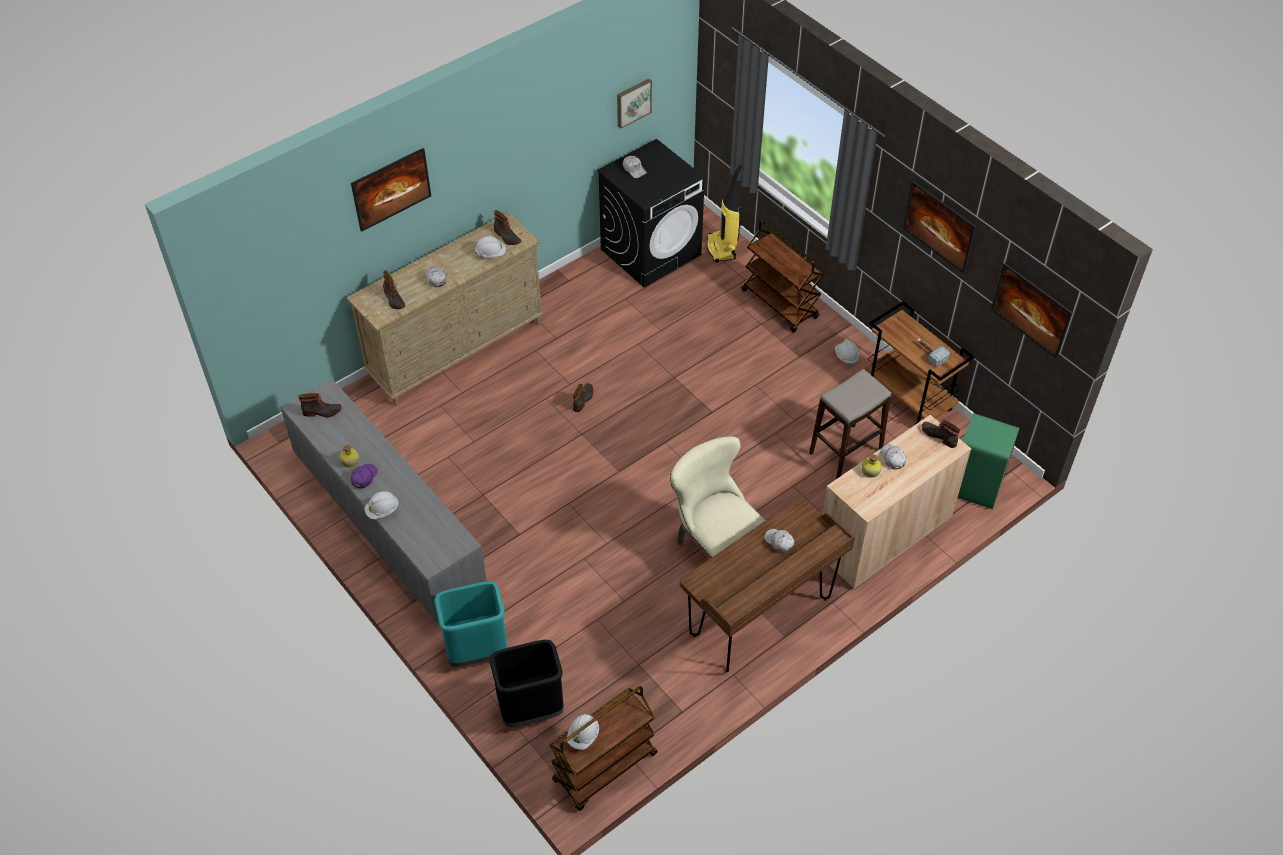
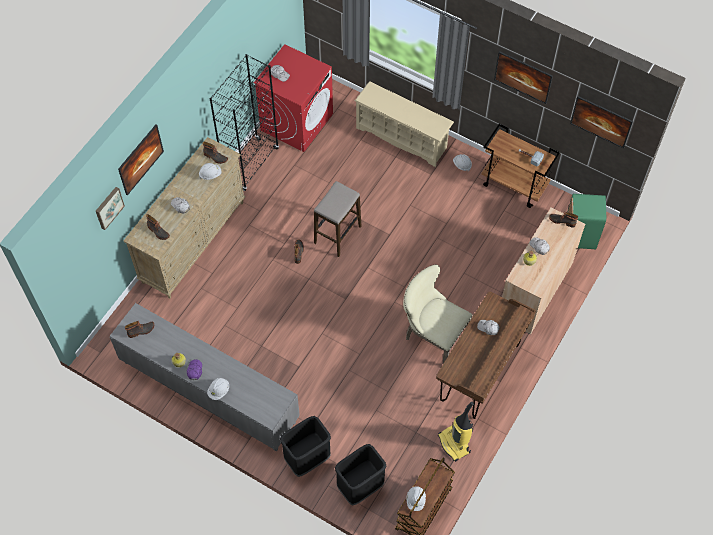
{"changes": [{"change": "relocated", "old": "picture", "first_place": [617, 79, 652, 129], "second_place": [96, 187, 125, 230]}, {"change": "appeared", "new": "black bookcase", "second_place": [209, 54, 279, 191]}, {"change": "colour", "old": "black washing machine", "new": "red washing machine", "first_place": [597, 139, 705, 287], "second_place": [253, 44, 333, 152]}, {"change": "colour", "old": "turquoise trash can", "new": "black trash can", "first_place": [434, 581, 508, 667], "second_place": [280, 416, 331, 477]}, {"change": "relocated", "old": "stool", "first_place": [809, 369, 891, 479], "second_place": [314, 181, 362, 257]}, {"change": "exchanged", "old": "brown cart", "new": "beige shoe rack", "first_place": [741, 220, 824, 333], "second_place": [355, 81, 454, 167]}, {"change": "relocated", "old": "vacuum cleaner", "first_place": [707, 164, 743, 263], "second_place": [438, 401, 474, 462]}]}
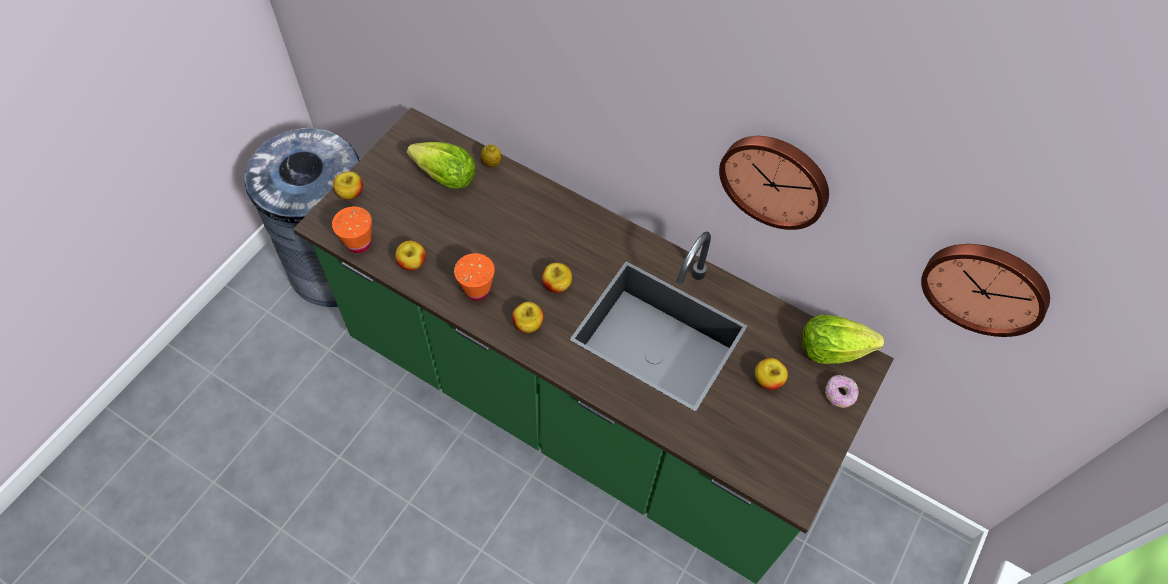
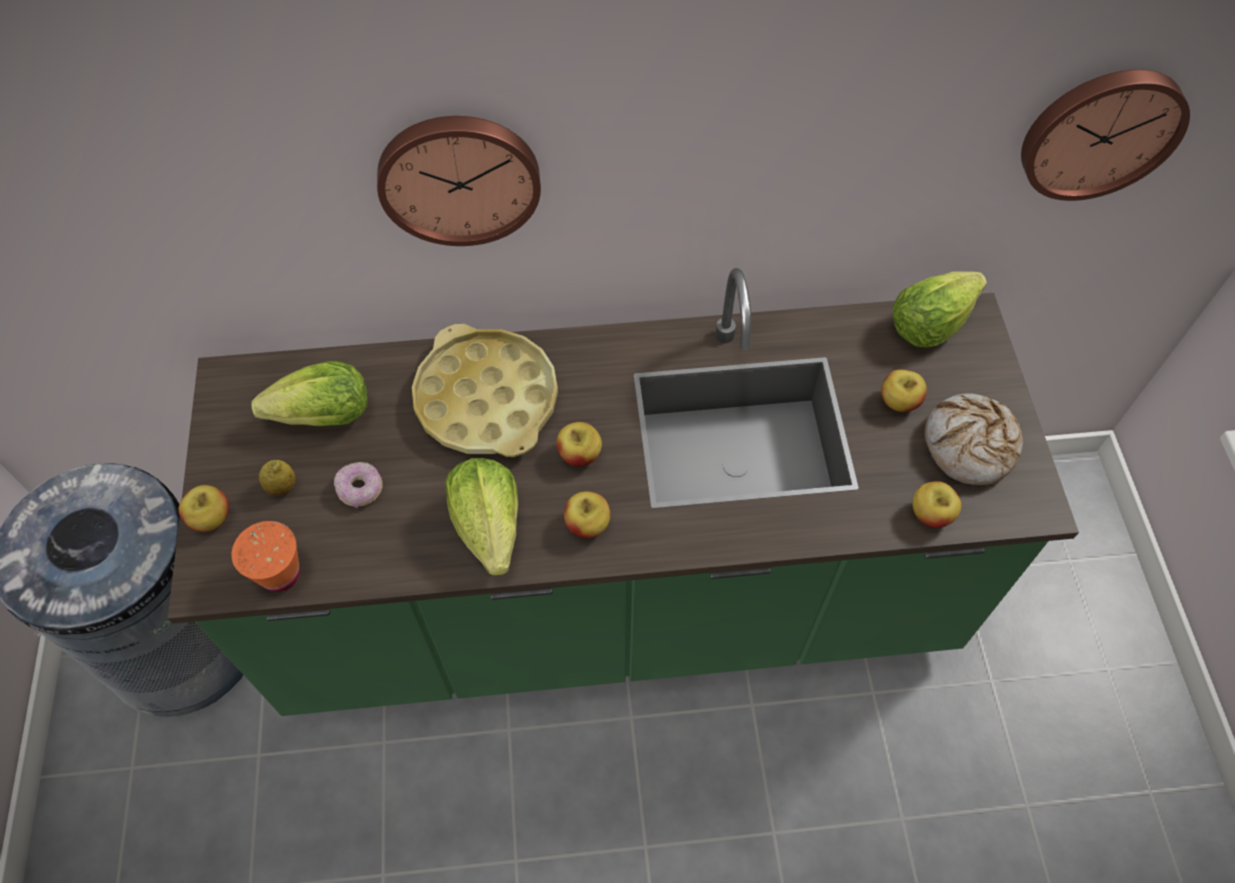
{"changes": [{"change": "relocated", "old": "lemon", "first_place": [480, 144, 501, 168], "second_place": [259, 460, 296, 496]}, {"change": "relocated", "old": "donut", "first_place": [825, 375, 859, 408], "second_place": [334, 462, 383, 508]}, {"change": "relocated", "old": "wall clock", "first_place": [719, 136, 829, 230], "second_place": [377, 116, 541, 246]}, {"change": "appeared", "new": "yellow tray", "second_place": [412, 324, 558, 457]}, {"change": "exchanged", "old": "orange cup", "new": "lettuce", "first_place": [454, 253, 495, 301], "second_place": [445, 458, 518, 576]}, {"change": "relocated", "old": "apple", "first_place": [395, 241, 426, 271], "second_place": [912, 481, 961, 528]}, {"change": "appeared", "new": "bread", "second_place": [925, 393, 1023, 485]}]}
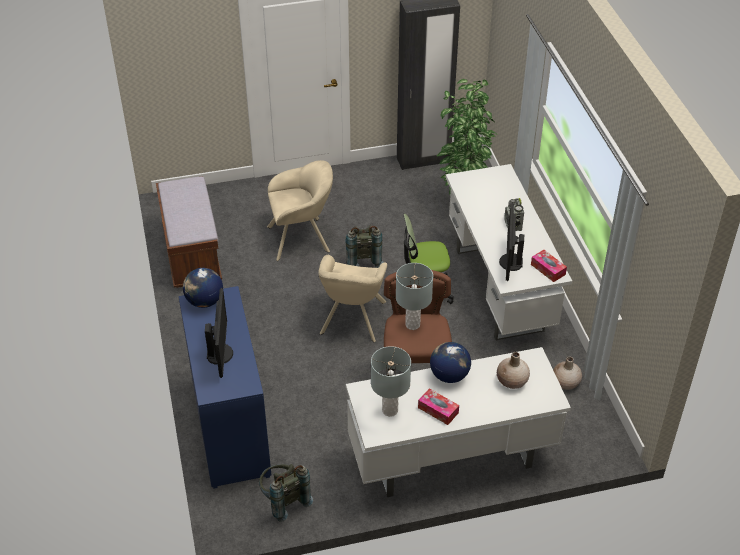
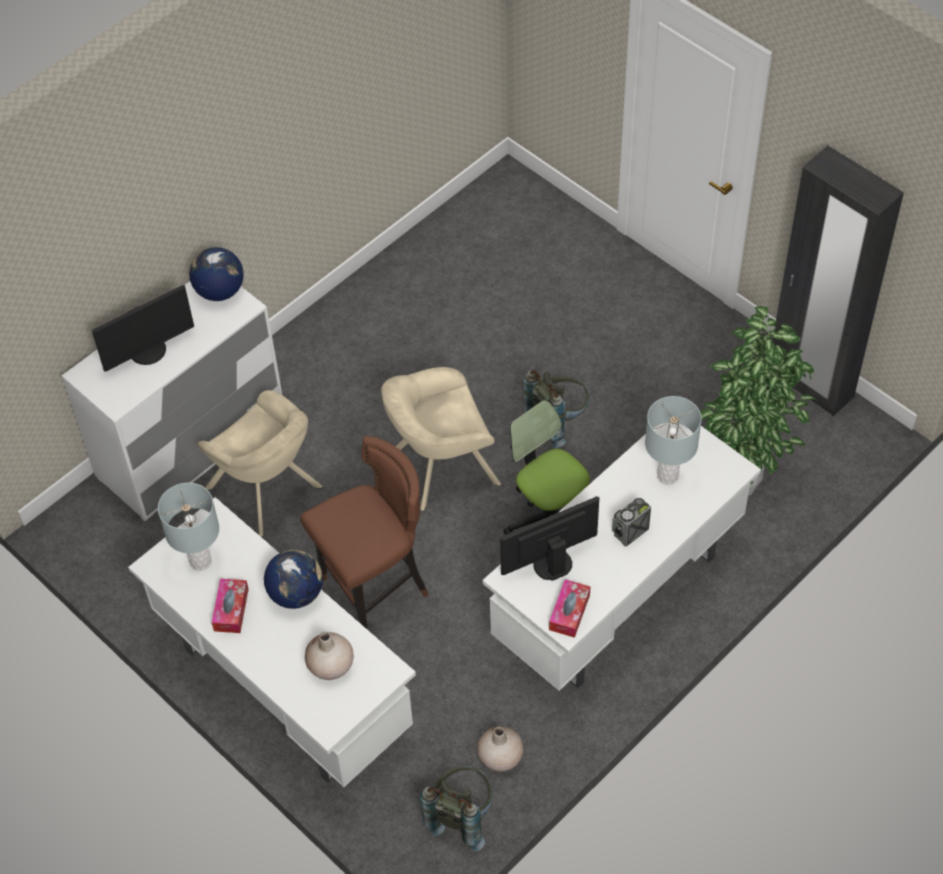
{"changes": [{"change": "colour", "old": "blue dresser", "new": "white dresser", "first_place": [179, 286, 271, 489], "second_place": [62, 281, 282, 521]}, {"change": "relocated", "old": "beige armchair", "first_place": [267, 160, 333, 261], "second_place": [197, 390, 323, 537]}, {"change": "relocated", "old": "grey backpack", "first_place": [259, 464, 313, 522], "second_place": [420, 766, 493, 852]}, {"change": "relocated", "old": "grey table lamp", "first_place": [396, 263, 433, 330], "second_place": [645, 396, 702, 485]}, {"change": "missing", "old": "brown bench", "first_place": [156, 176, 222, 288]}]}
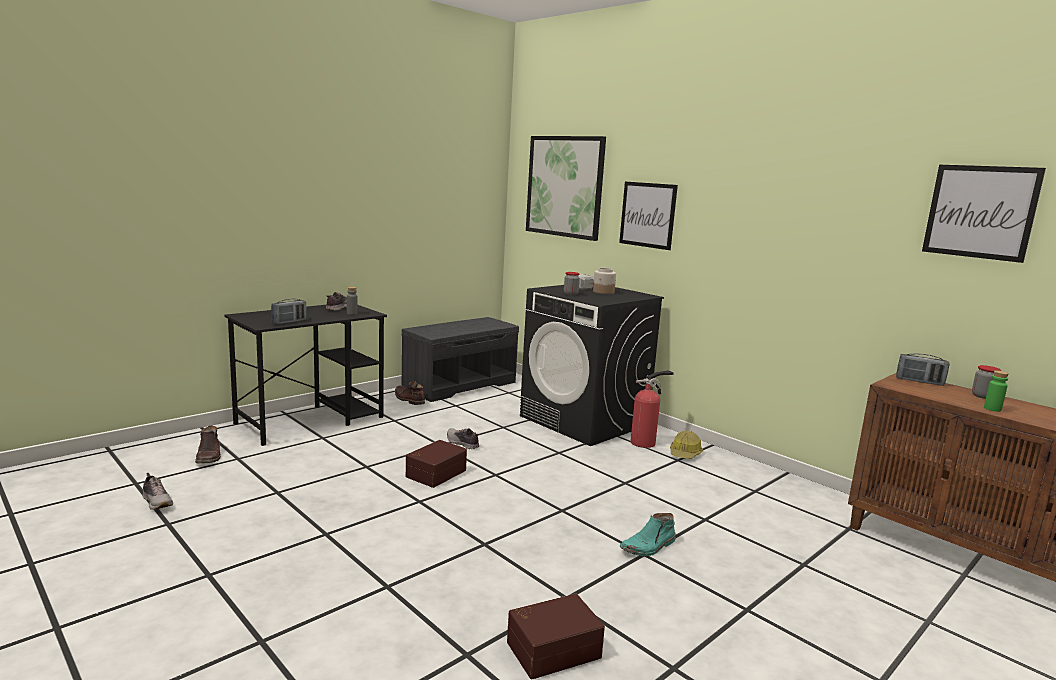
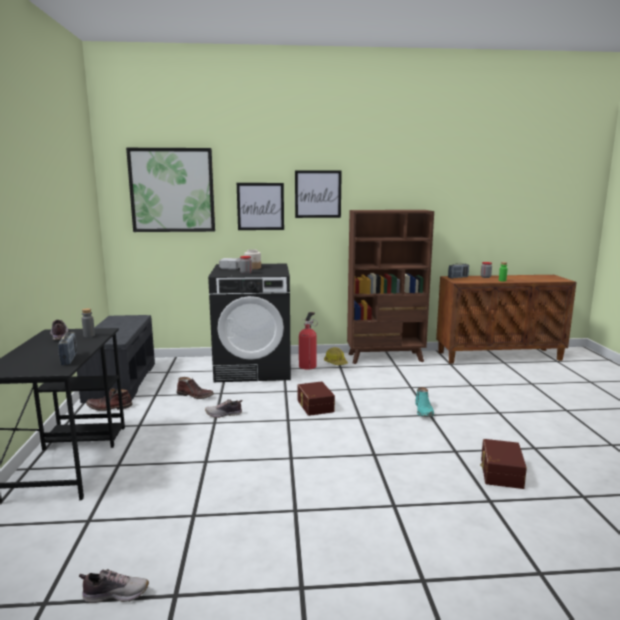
{"changes": [{"change": "relocated", "old": "brown boot", "first_place": [195, 426, 221, 464], "second_place": [177, 377, 214, 399]}, {"change": "relocated", "old": "picture", "first_place": [922, 165, 1046, 263], "second_place": [295, 170, 342, 218]}, {"change": "relocated", "old": "brown storage box", "first_place": [406, 440, 467, 488], "second_place": [297, 381, 335, 416]}, {"change": "appeared", "new": "brown bookcase", "second_place": [347, 210, 434, 364]}]}
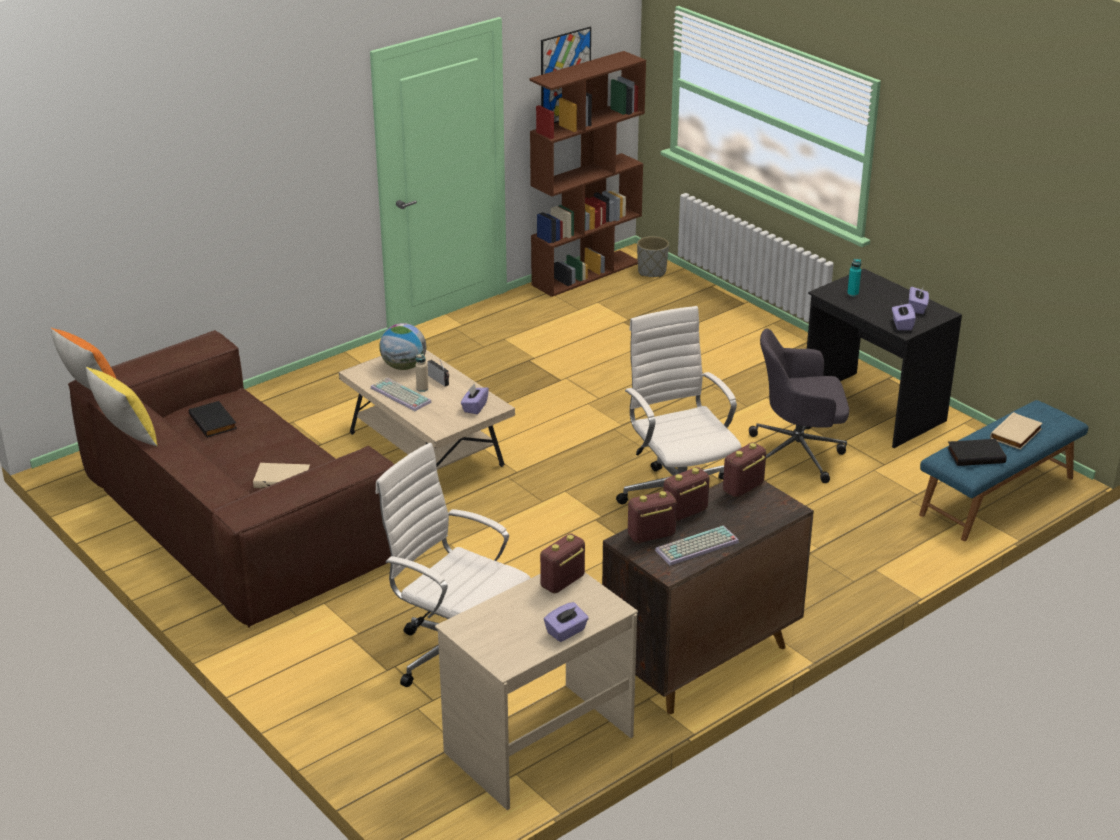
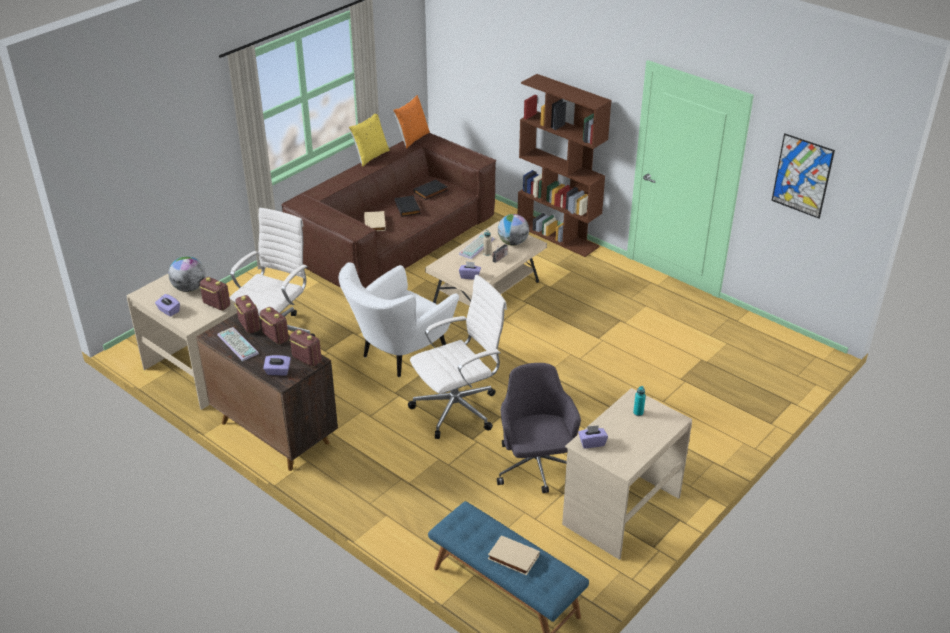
{"changes": [{"change": "appeared", "new": "globe", "second_place": [168, 256, 205, 292]}, {"change": "relocated", "old": "purple tissue box", "first_place": [909, 287, 929, 314], "second_place": [263, 355, 291, 376]}, {"change": "appeared", "new": "white armchair", "second_place": [339, 262, 459, 377]}, {"change": "relocated", "old": "black book", "first_place": [947, 439, 1007, 466], "second_place": [394, 195, 421, 217]}, {"change": "relocated", "old": "brown bookcase", "first_place": [529, 51, 646, 297], "second_place": [518, 74, 611, 257]}, {"change": "colour", "old": "black desk", "new": "beige desk", "first_place": [807, 269, 962, 448], "second_place": [562, 388, 692, 560]}, {"change": "missing", "old": "grey planter", "first_place": [637, 236, 669, 277]}]}
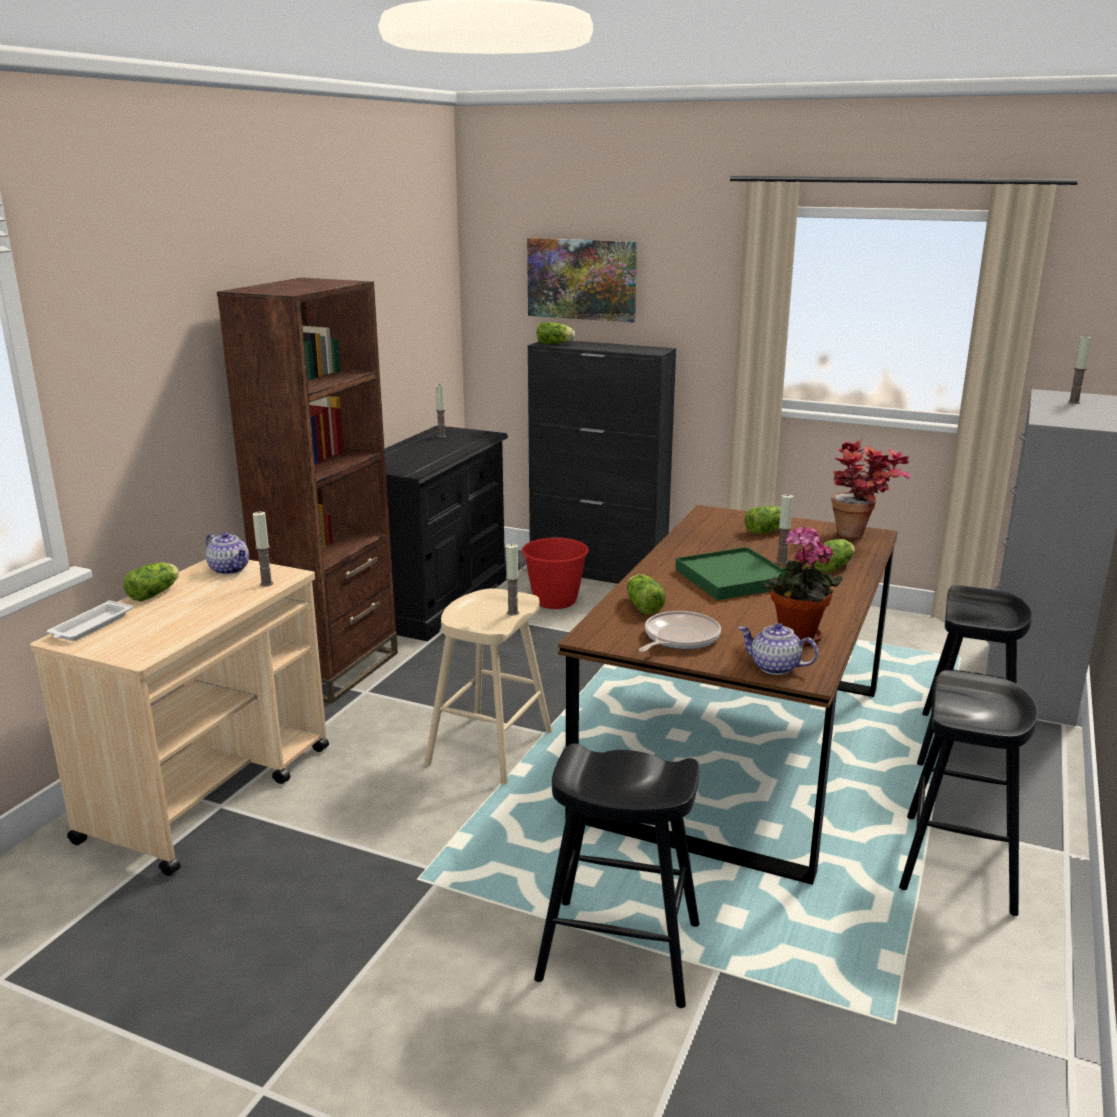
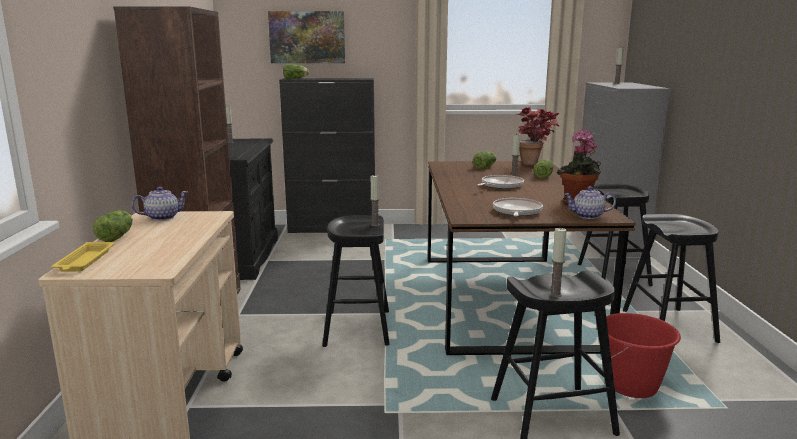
{"changes": [{"change": "colour", "old": "white tray", "new": "yellow tray", "first_place": [47, 600, 133, 641], "second_place": [52, 242, 115, 272]}, {"change": "spun", "old": "teapot", "first_place": [206, 532, 249, 575], "second_place": [131, 187, 188, 221], "degrees": -45}, {"change": "colour", "old": "beige stool", "new": "black stool", "first_place": [425, 588, 552, 785], "second_place": [322, 215, 390, 347]}, {"change": "exchanged", "old": "green tray", "new": "frying pan", "first_place": [675, 547, 787, 600], "second_place": [477, 175, 524, 189]}, {"change": "relocated", "old": "candle", "first_place": [253, 512, 273, 587], "second_place": [550, 227, 567, 297]}, {"change": "relocated", "old": "red bucket", "first_place": [521, 538, 589, 609], "second_place": [601, 313, 681, 398]}, {"change": "missing", "old": "lettuce", "first_place": [627, 574, 666, 614]}]}
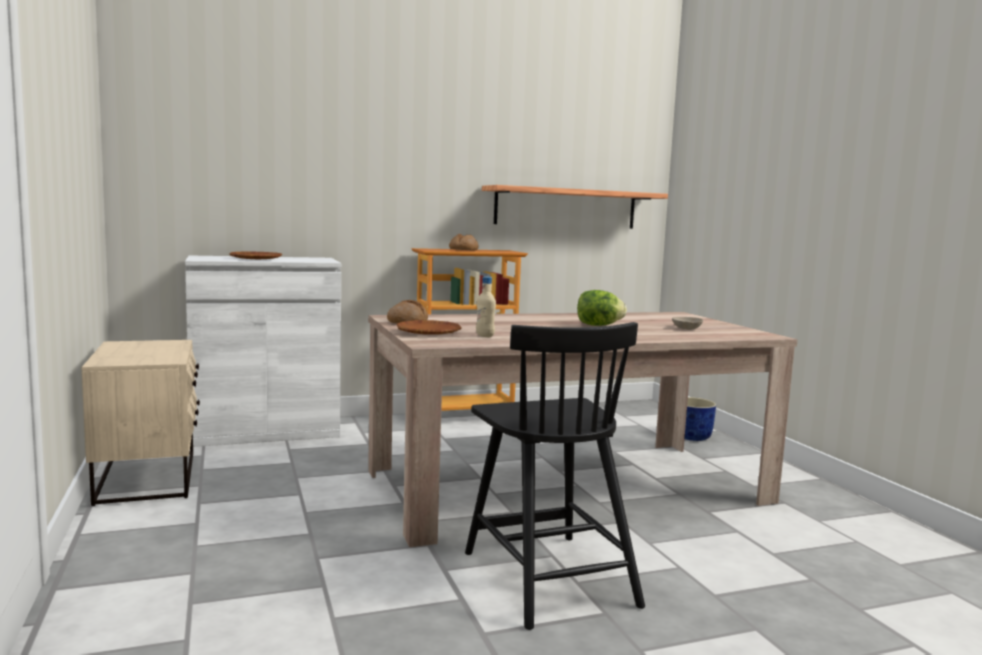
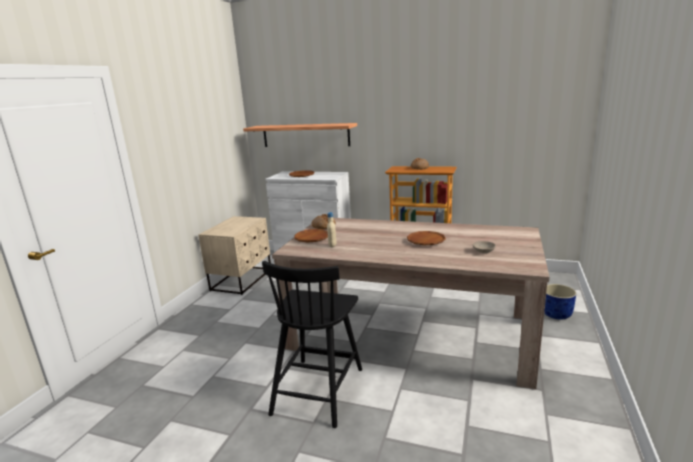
{"changes": [{"change": "relocated", "old": "shelf", "first_place": [482, 185, 668, 229], "second_place": [243, 123, 357, 147]}, {"change": "exchanged", "old": "lettuce", "new": "brown plate", "first_place": [577, 290, 627, 326], "second_place": [407, 231, 446, 245]}]}
